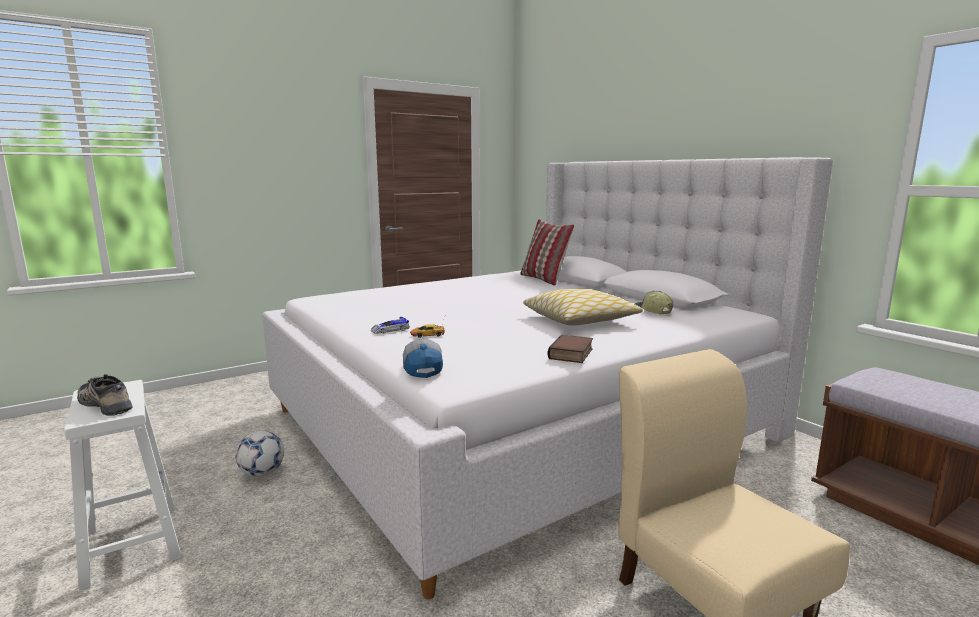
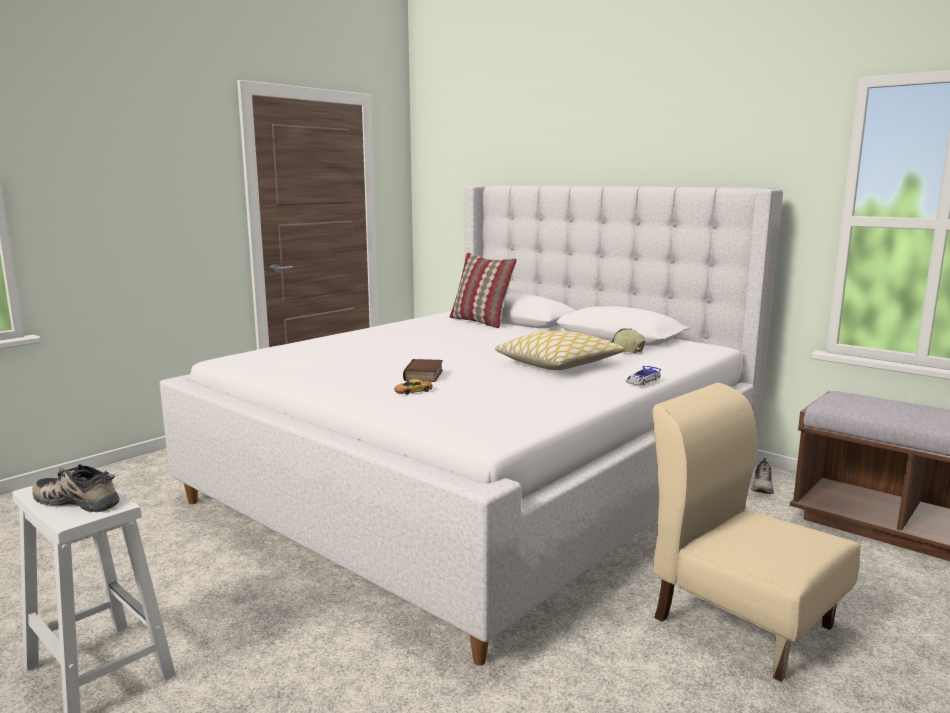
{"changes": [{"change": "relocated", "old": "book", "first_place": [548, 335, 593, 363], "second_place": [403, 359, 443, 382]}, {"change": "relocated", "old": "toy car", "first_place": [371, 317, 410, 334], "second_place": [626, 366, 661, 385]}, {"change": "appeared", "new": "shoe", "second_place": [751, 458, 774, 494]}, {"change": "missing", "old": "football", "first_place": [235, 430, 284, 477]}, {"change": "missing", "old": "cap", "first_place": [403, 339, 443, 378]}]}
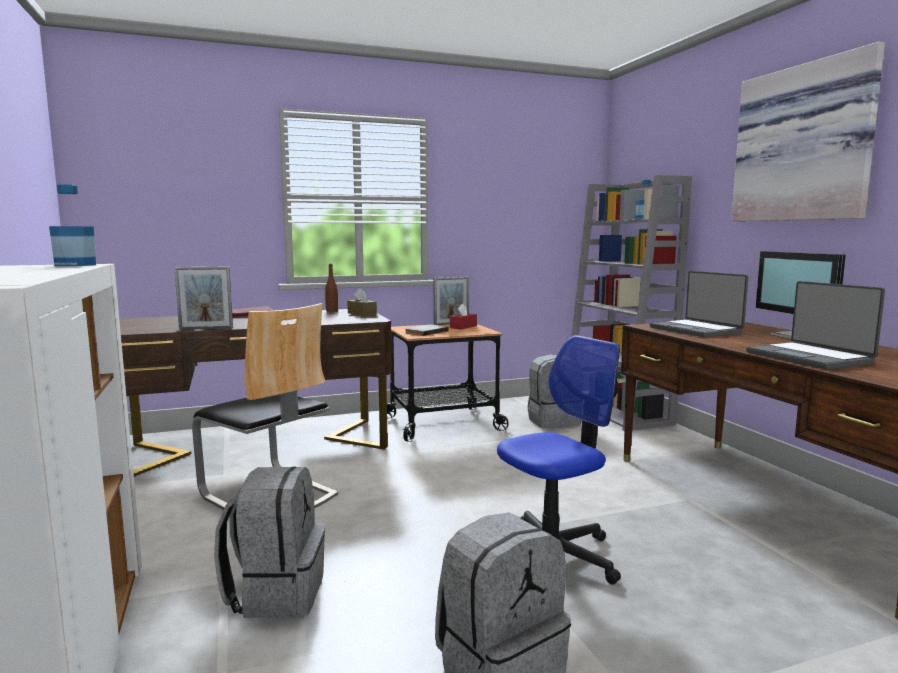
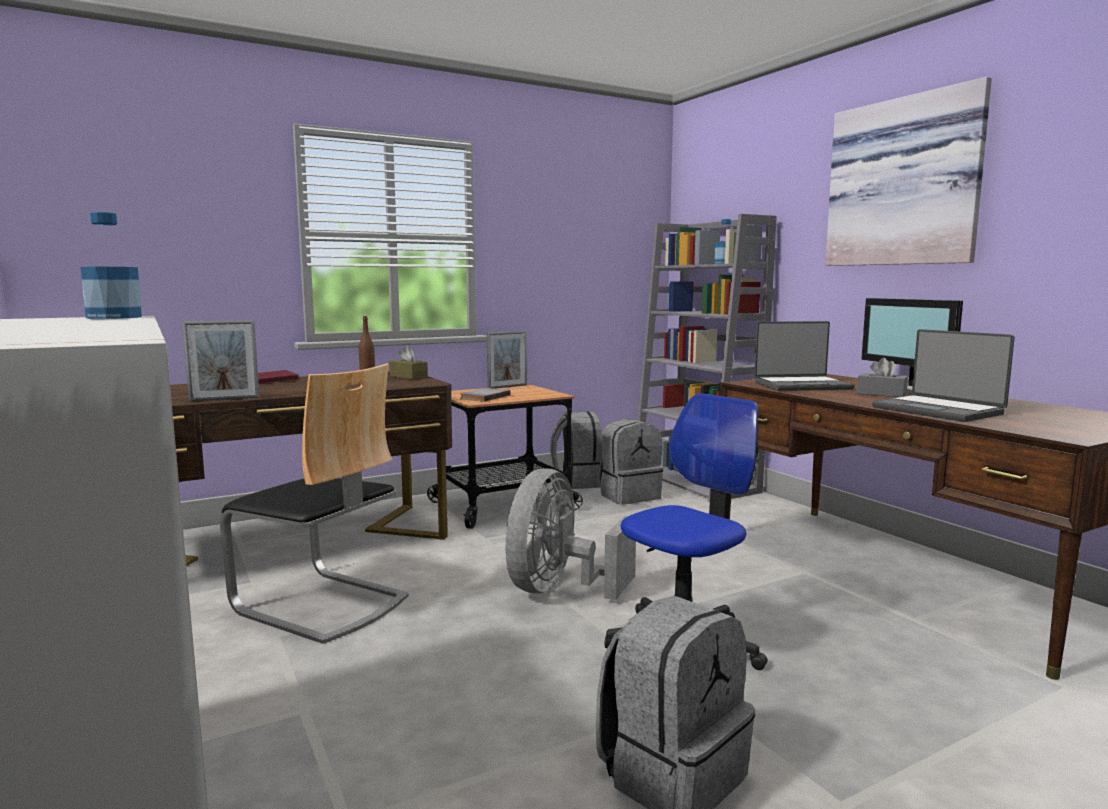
{"changes": [{"change": "appeared", "new": "grey fan", "second_place": [505, 469, 636, 600]}, {"change": "relocated", "old": "grey backpack", "first_place": [214, 466, 325, 618], "second_place": [550, 411, 602, 489]}, {"change": "spun", "old": "laptop", "first_place": [649, 271, 748, 337], "second_place": [754, 321, 854, 391], "degrees": -60}, {"change": "appeared", "new": "grey tissue box", "second_place": [857, 358, 908, 397]}, {"change": "missing", "old": "red tissue box", "first_place": [450, 304, 477, 329]}]}
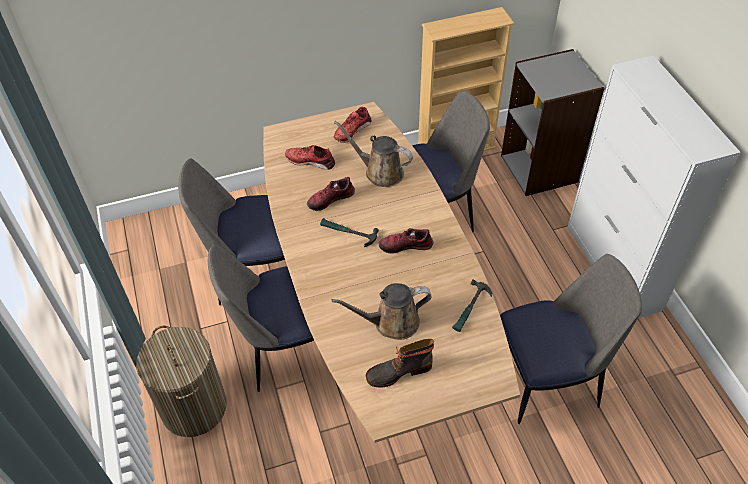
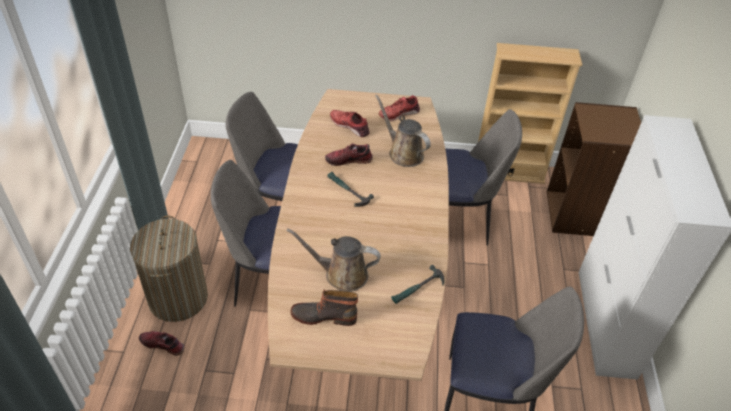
{"changes": [{"change": "relocated", "old": "shoe", "first_place": [378, 228, 434, 254], "second_place": [139, 331, 184, 356]}, {"change": "colour", "old": "grey bookcase", "new": "brown bookcase", "first_place": [501, 49, 605, 196], "second_place": [547, 102, 641, 236]}]}
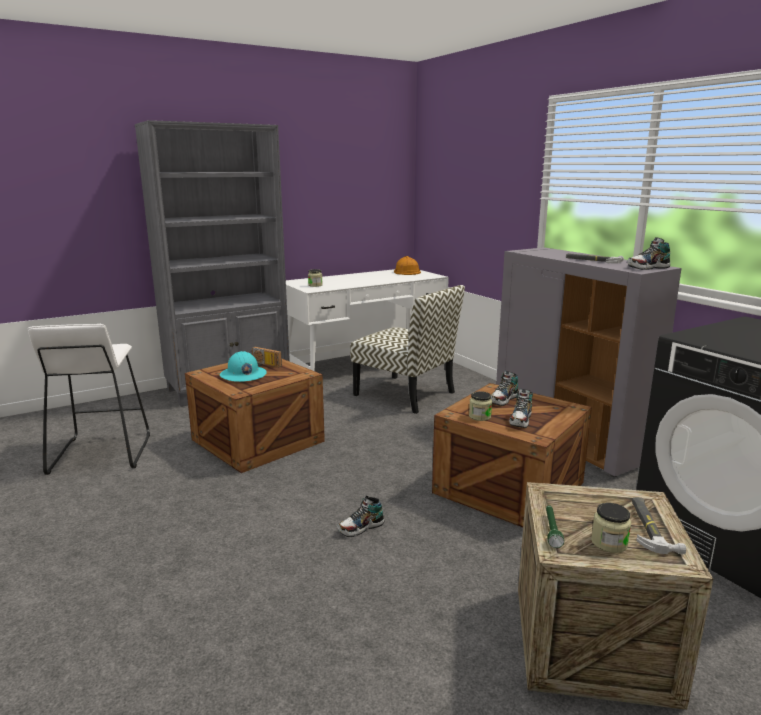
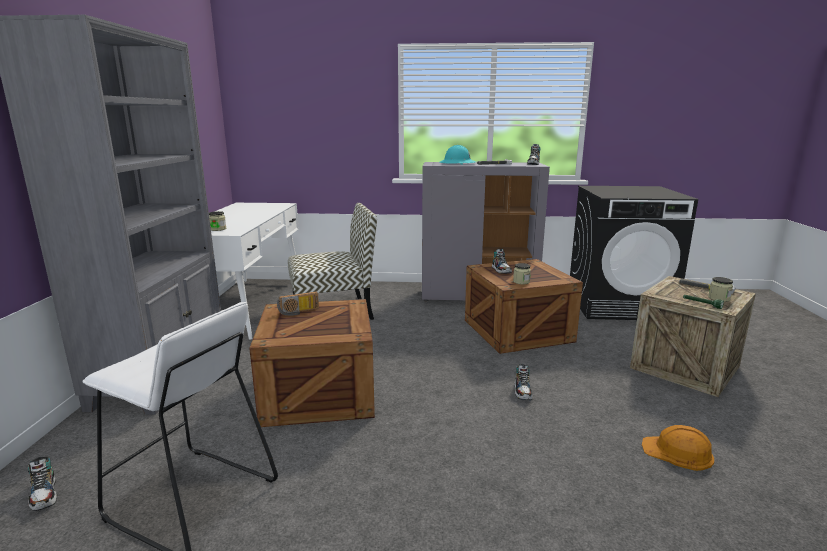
{"changes": [{"change": "relocated", "old": "shoe", "first_place": [509, 389, 533, 428], "second_place": [28, 457, 57, 511]}, {"change": "relocated", "old": "turquoise hard hat", "first_place": [220, 351, 267, 382], "second_place": [439, 145, 476, 165]}, {"change": "relocated", "old": "orange hard hat", "first_place": [394, 256, 421, 275], "second_place": [642, 425, 714, 471]}]}
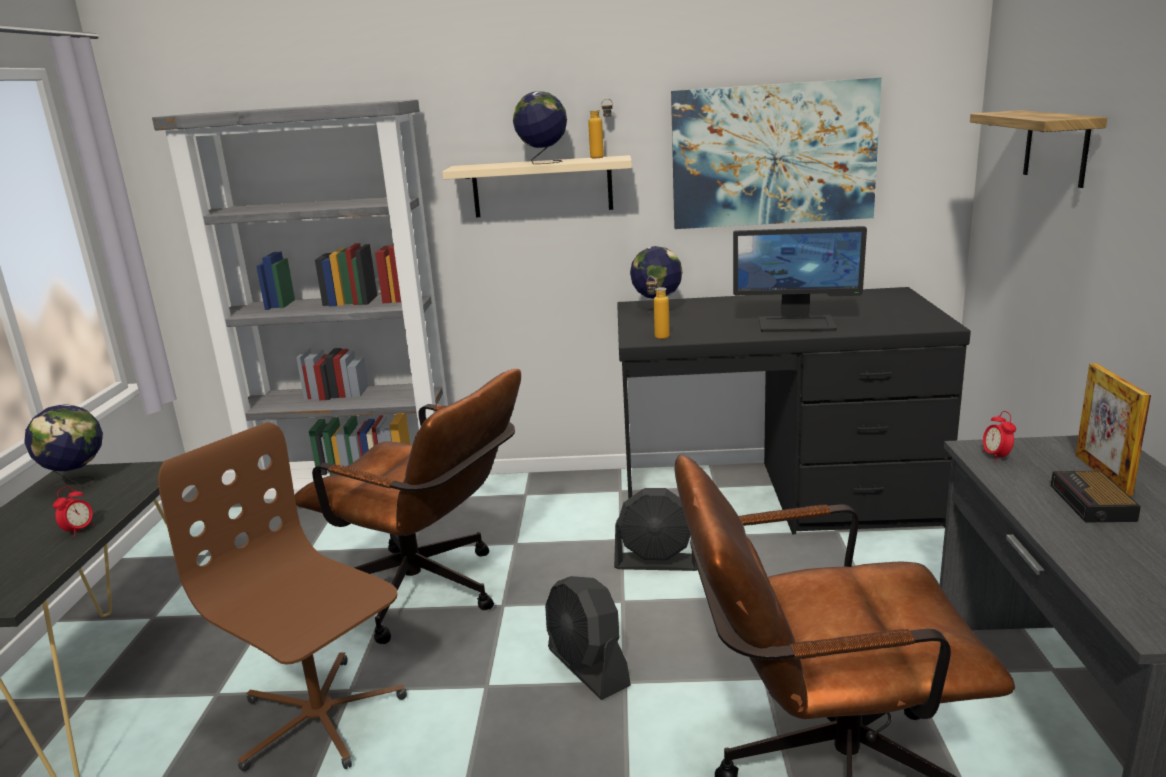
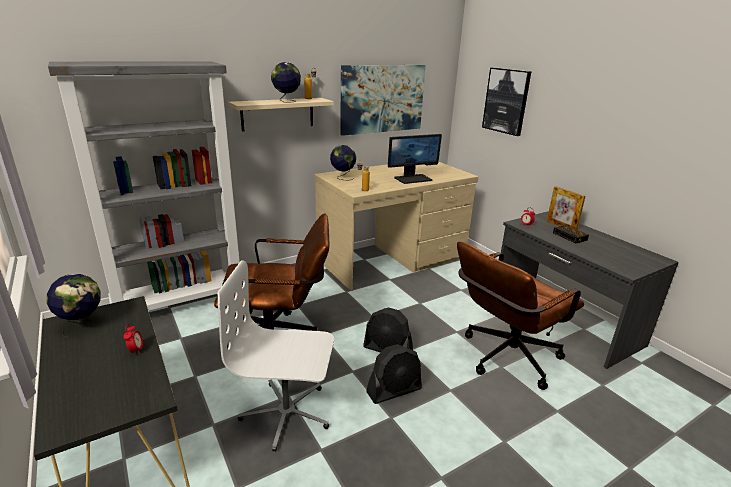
{"changes": [{"change": "colour", "old": "brown office chair", "new": "white office chair", "first_place": [158, 422, 407, 772], "second_place": [217, 260, 334, 452]}, {"change": "colour", "old": "black desk", "new": "beige desk", "first_place": [617, 287, 971, 534], "second_place": [314, 162, 479, 291]}, {"change": "relocated", "old": "black fan", "first_place": [614, 488, 698, 571], "second_place": [366, 344, 422, 404]}, {"change": "exchanged", "old": "shelf", "new": "picture", "first_place": [970, 110, 1107, 188], "second_place": [482, 68, 531, 136]}]}
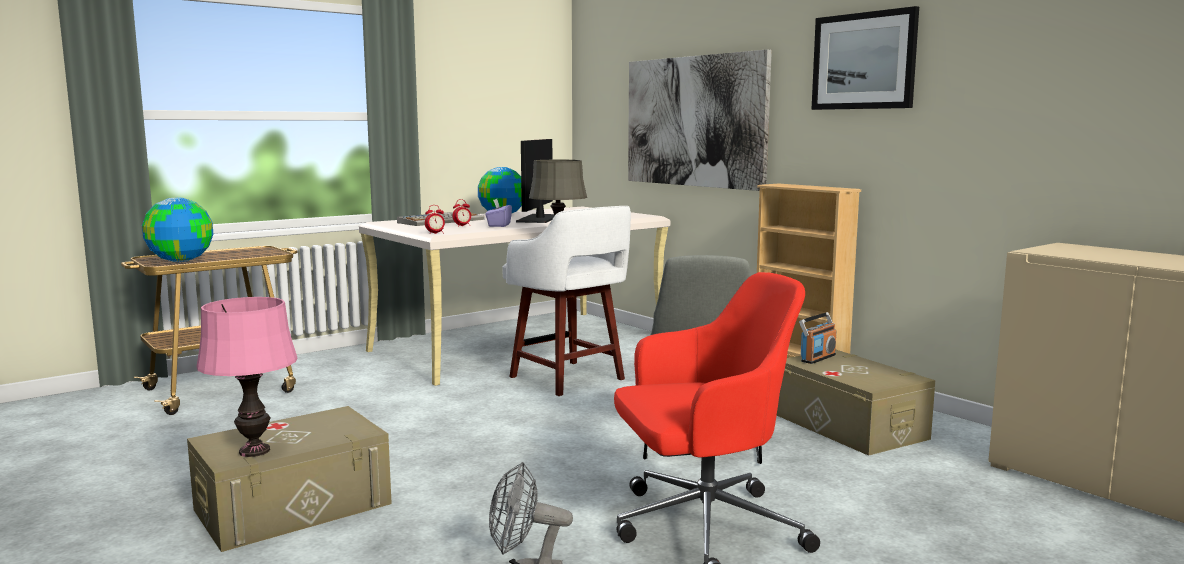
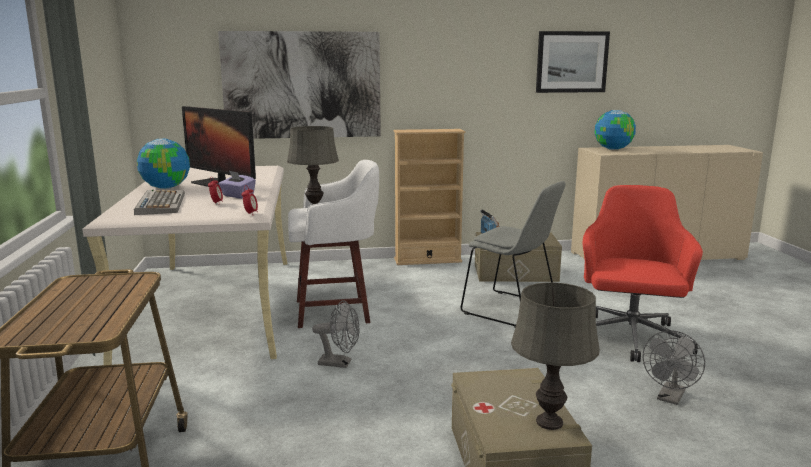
{"changes": [{"change": "appeared", "new": "grey fan", "second_place": [312, 300, 360, 368]}, {"change": "colour", "old": "pink table lamp", "new": "grey table lamp", "first_place": [196, 297, 298, 457], "second_place": [511, 282, 600, 430]}, {"change": "relocated", "old": "picture", "first_place": [811, 6, 919, 110], "second_place": [536, 31, 610, 93]}, {"change": "relocated", "old": "globe", "first_place": [142, 198, 213, 262], "second_place": [595, 110, 636, 150]}]}
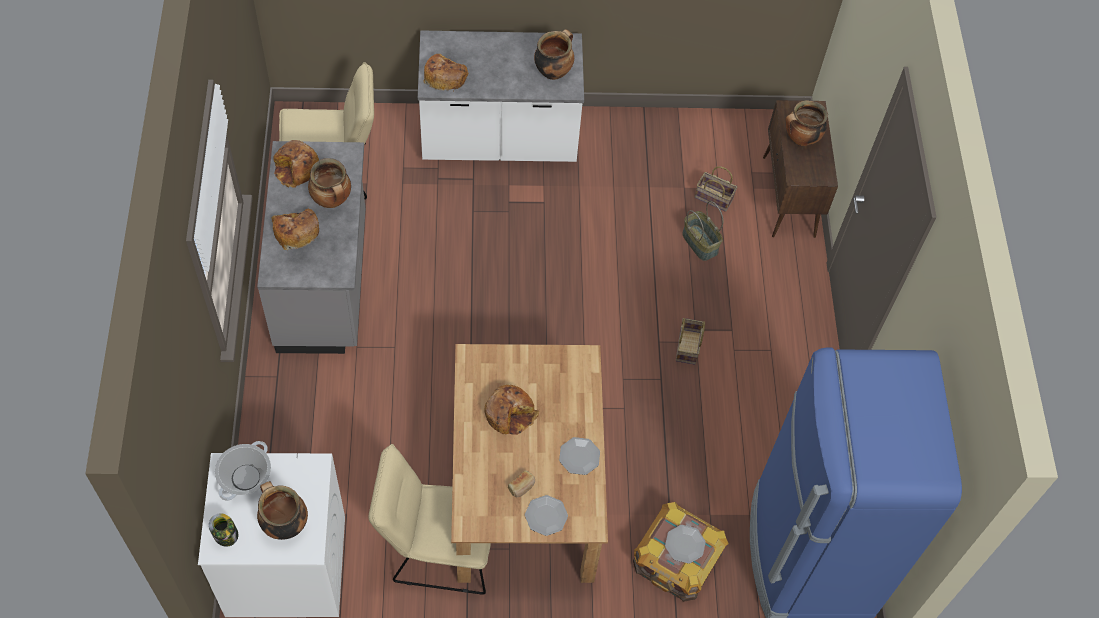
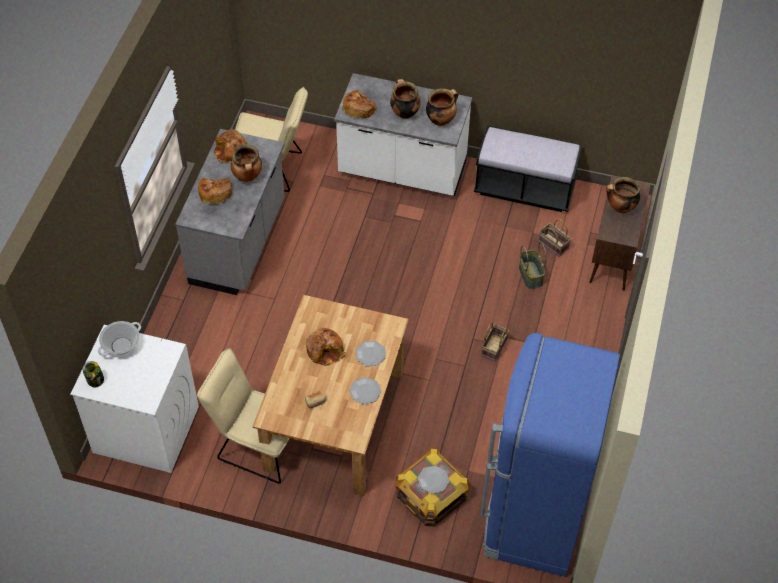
{"changes": [{"change": "relocated", "old": "plate", "first_place": [525, 495, 568, 536], "second_place": [356, 341, 386, 366]}, {"change": "relocated", "old": "cooking pot", "first_place": [257, 481, 308, 540], "second_place": [390, 79, 421, 119]}, {"change": "appeared", "new": "black bench", "second_place": [474, 125, 583, 212]}]}
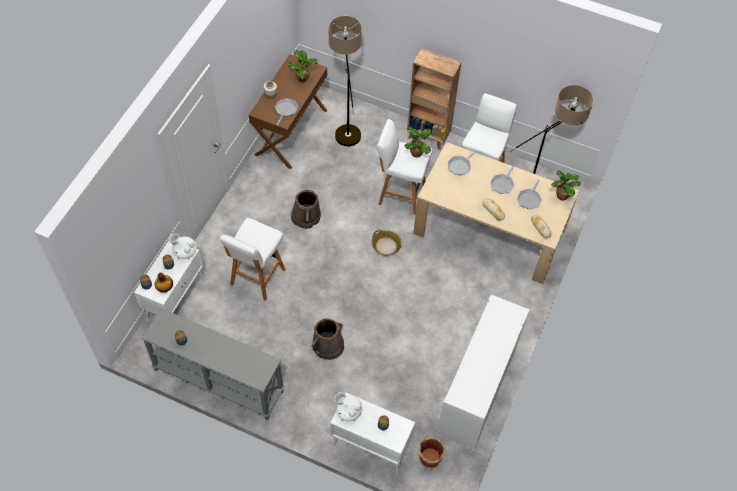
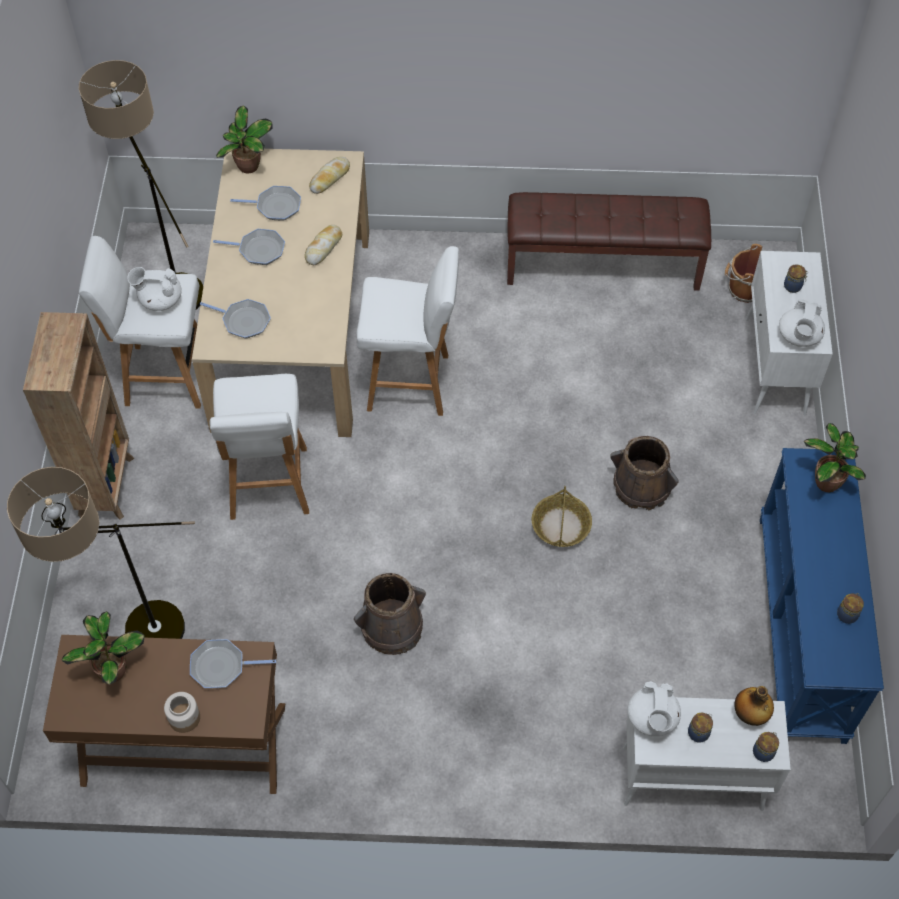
{"changes": [{"change": "appeared", "new": "white teapot", "second_place": [127, 267, 182, 311]}, {"change": "relocated", "old": "white stool", "first_place": [220, 218, 286, 301], "second_place": [356, 246, 459, 416]}, {"change": "exchanged", "old": "white cabinet", "new": "brown bench", "first_place": [436, 295, 529, 451], "second_place": [507, 192, 711, 291]}, {"change": "relocated", "old": "basket", "first_place": [372, 230, 402, 256], "second_place": [532, 486, 592, 547]}, {"change": "colour", "old": "grey console table", "new": "blue console table", "first_place": [141, 308, 284, 420], "second_place": [760, 448, 884, 744]}, {"change": "relocated", "old": "potted plant", "first_place": [405, 127, 432, 158], "second_place": [804, 423, 866, 492]}]}
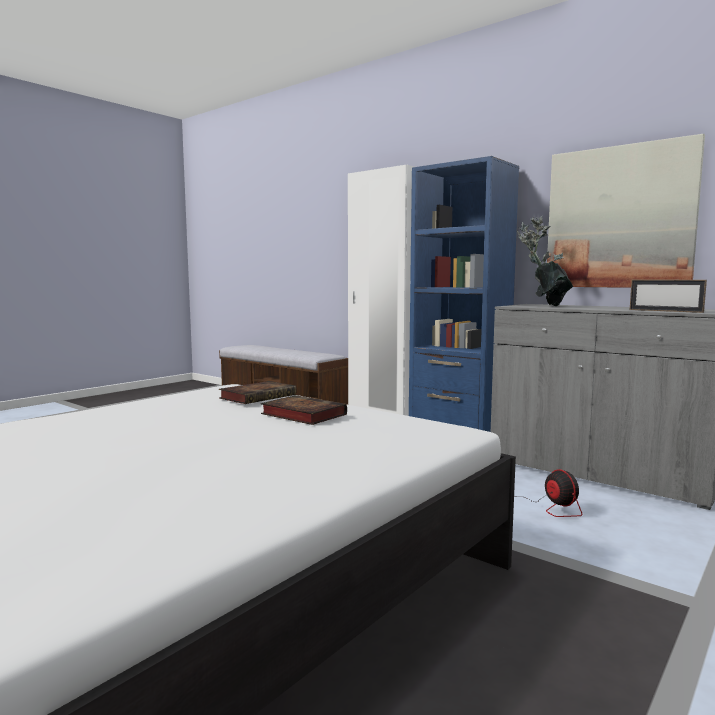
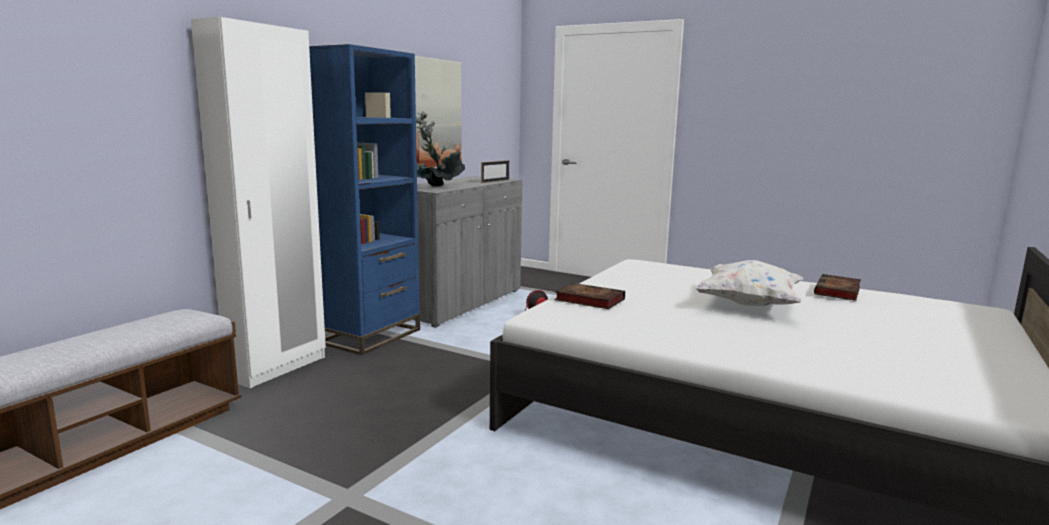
{"changes": [{"change": "appeared", "new": "white pillow", "second_place": [695, 260, 804, 306]}, {"change": "relocated", "old": "book", "first_place": [261, 395, 347, 425], "second_place": [814, 274, 861, 301]}]}
